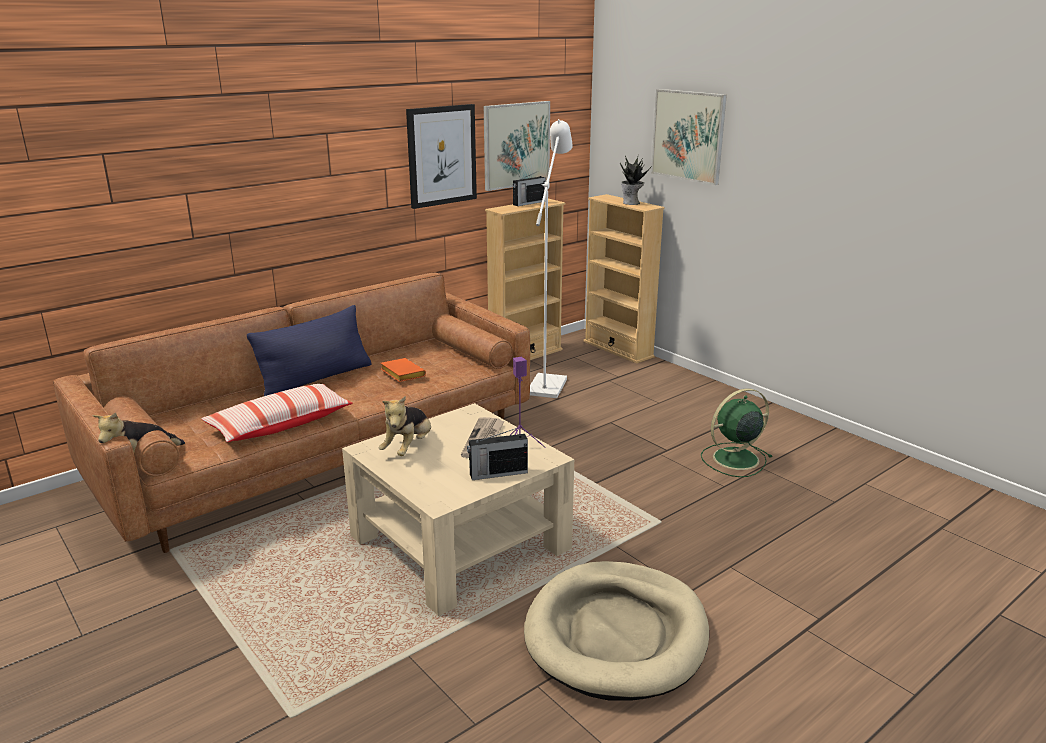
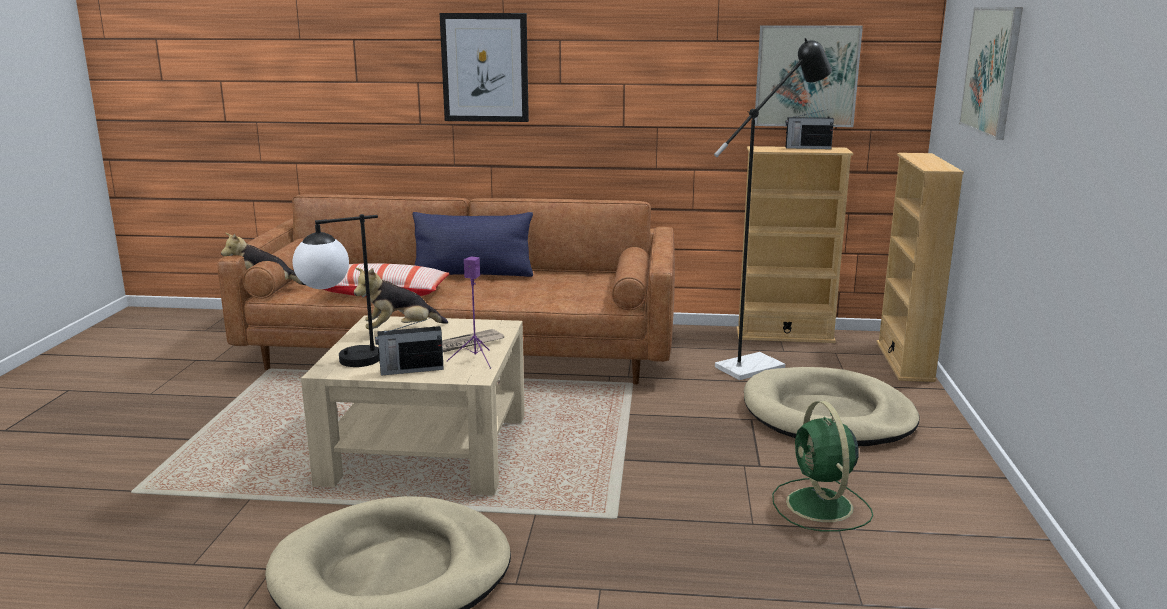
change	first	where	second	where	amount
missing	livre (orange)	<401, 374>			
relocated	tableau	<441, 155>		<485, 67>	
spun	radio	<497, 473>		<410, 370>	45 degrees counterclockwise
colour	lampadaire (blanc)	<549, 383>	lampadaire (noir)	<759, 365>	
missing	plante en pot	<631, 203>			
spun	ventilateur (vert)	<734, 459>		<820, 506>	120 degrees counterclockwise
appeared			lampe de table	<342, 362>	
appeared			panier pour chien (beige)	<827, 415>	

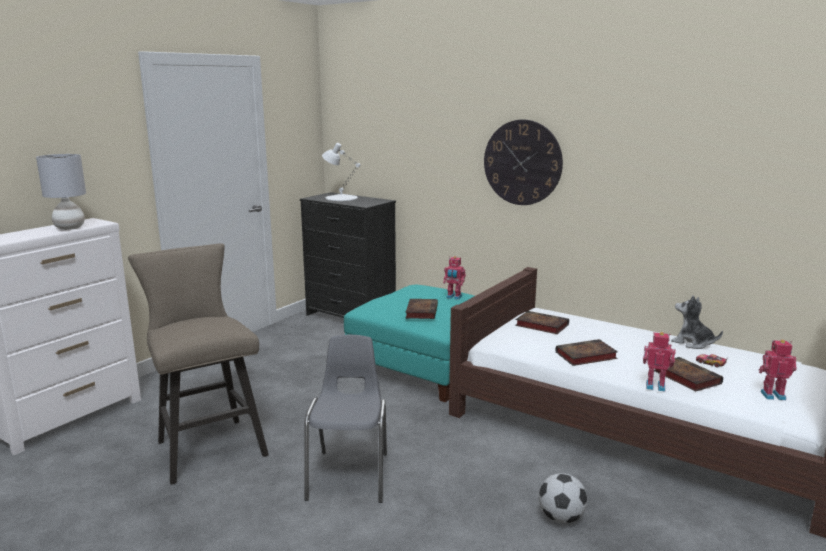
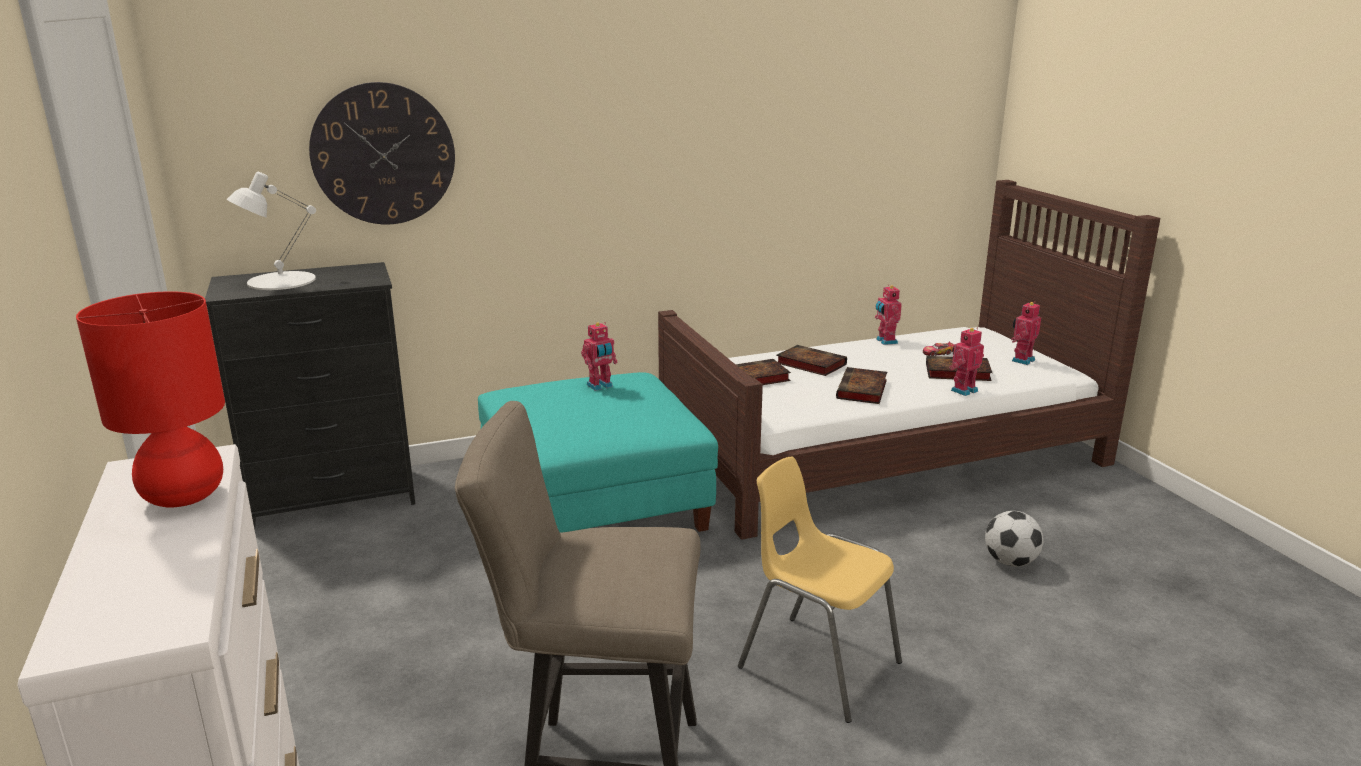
change	first	where	second	where	amount
colour	lampe de table (gris)	<69, 228>	lampe de table (rouge)	<182, 496>	
colour	chaise (gris)	<350, 475>	chaise (jaune)	<817, 664>	
relocated	livre	<421, 311>		<809, 364>	
relocated	horloge murale	<522, 162>		<383, 154>	
exchanged	peluche	<692, 343>	robot jouet	<885, 341>	

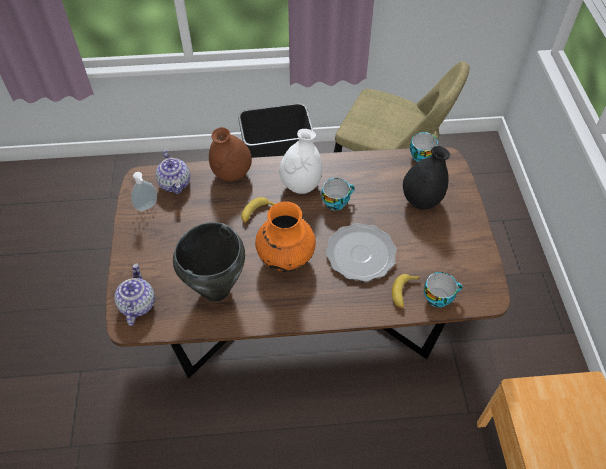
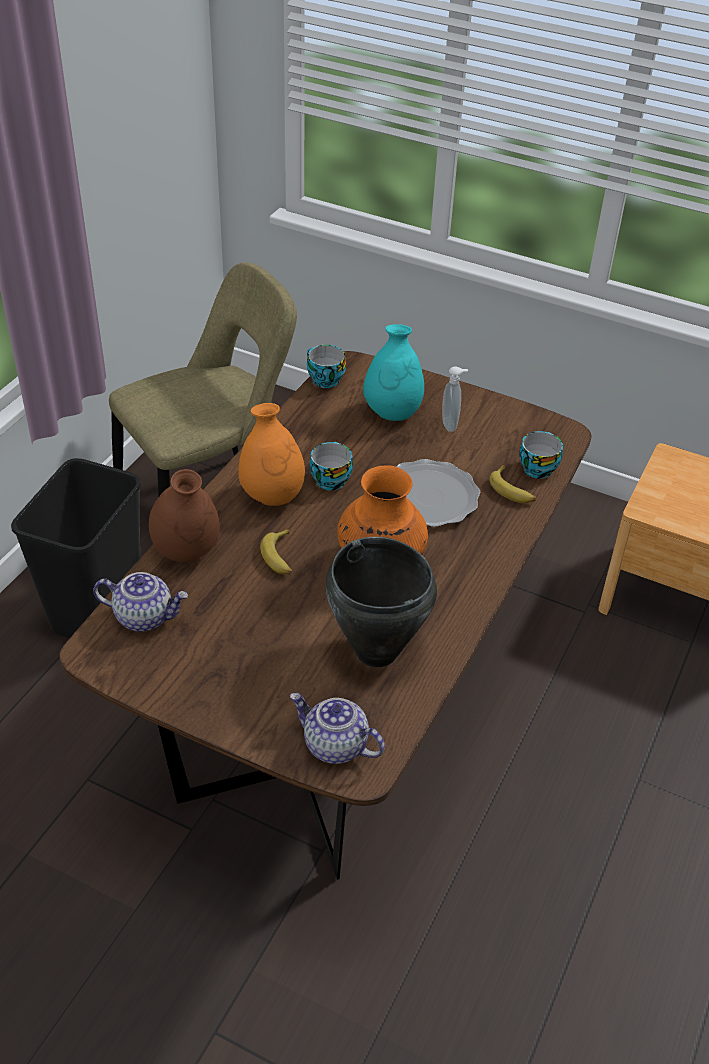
change	first	where	second	where	amount
relocated	distributeur de savon	<147, 207>		<451, 424>	
colour	vase (blanc)	<301, 185>	vase (orange)	<272, 496>	
colour	vase (noir)	<421, 200>	vase (turquoise)	<392, 413>	

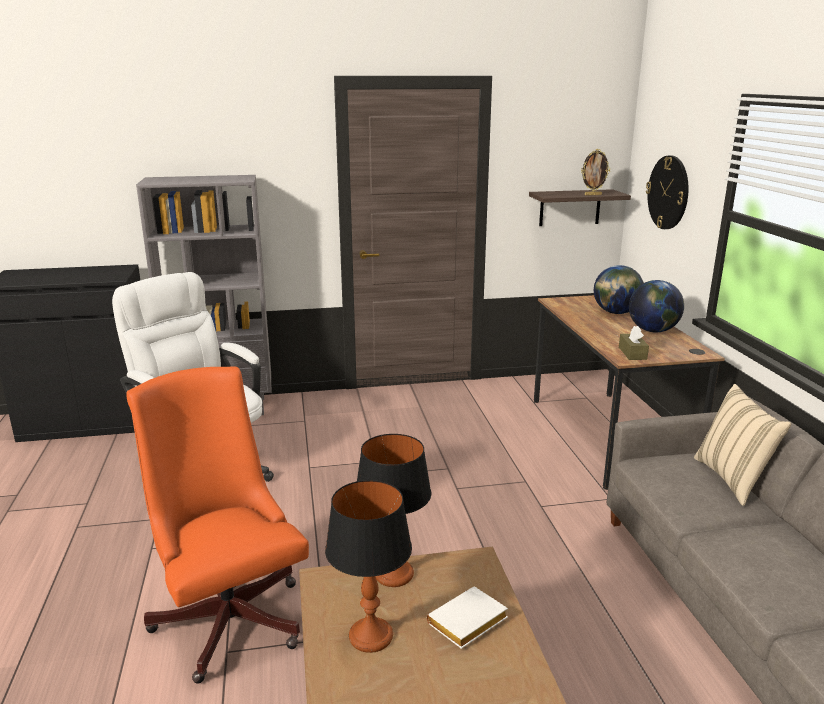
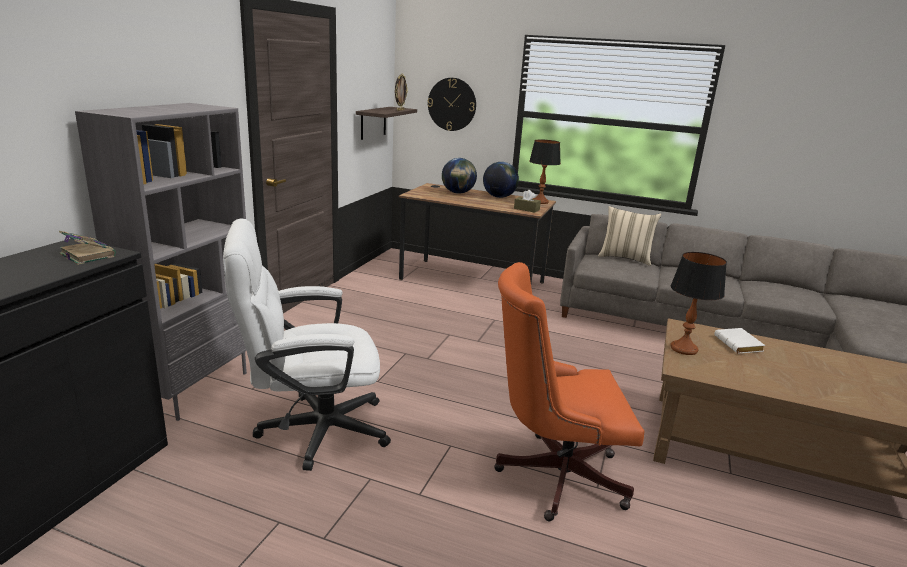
change	first	where	second	where	amount
relocated	lampe de table	<370, 636>		<540, 202>	
appeared			livre	<87, 255>	

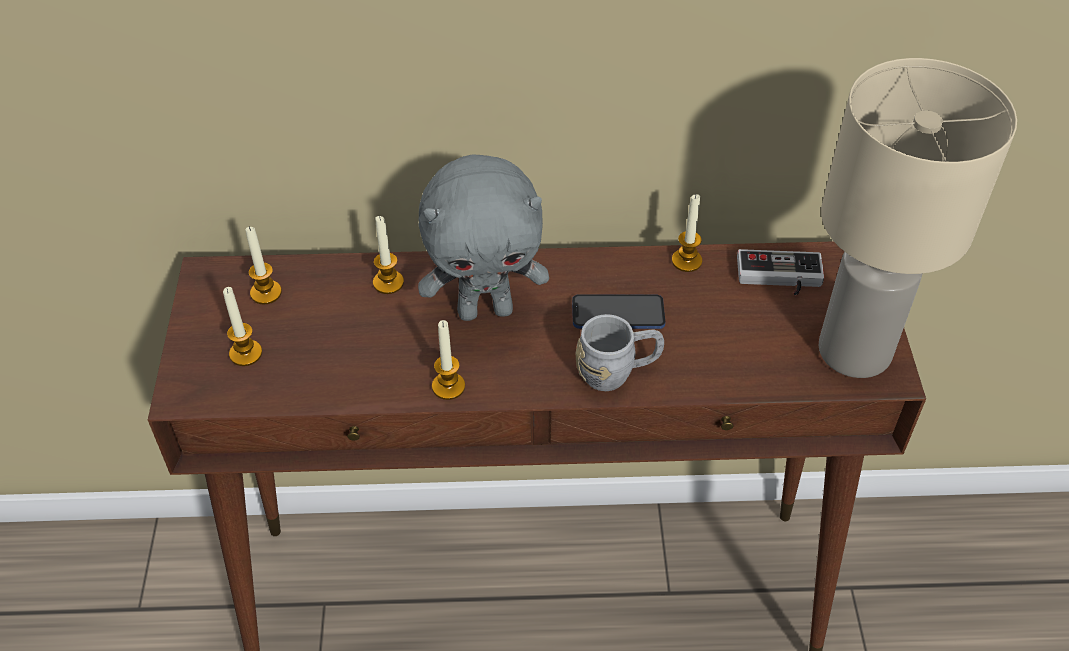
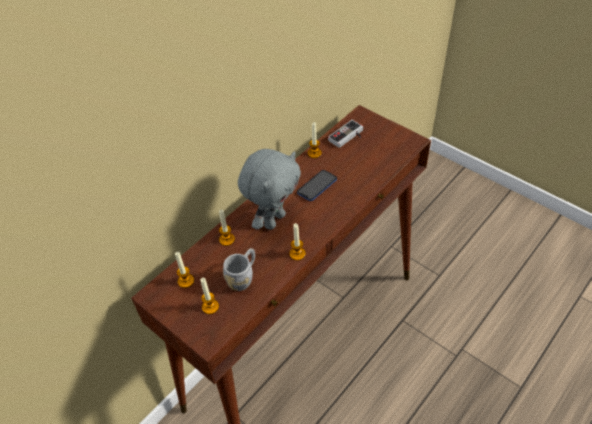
change	first	where	second	where	amount
relocated	mug (gris)	<618, 372>		<243, 277>	
missing	lampe de table (beige)	<853, 352>			

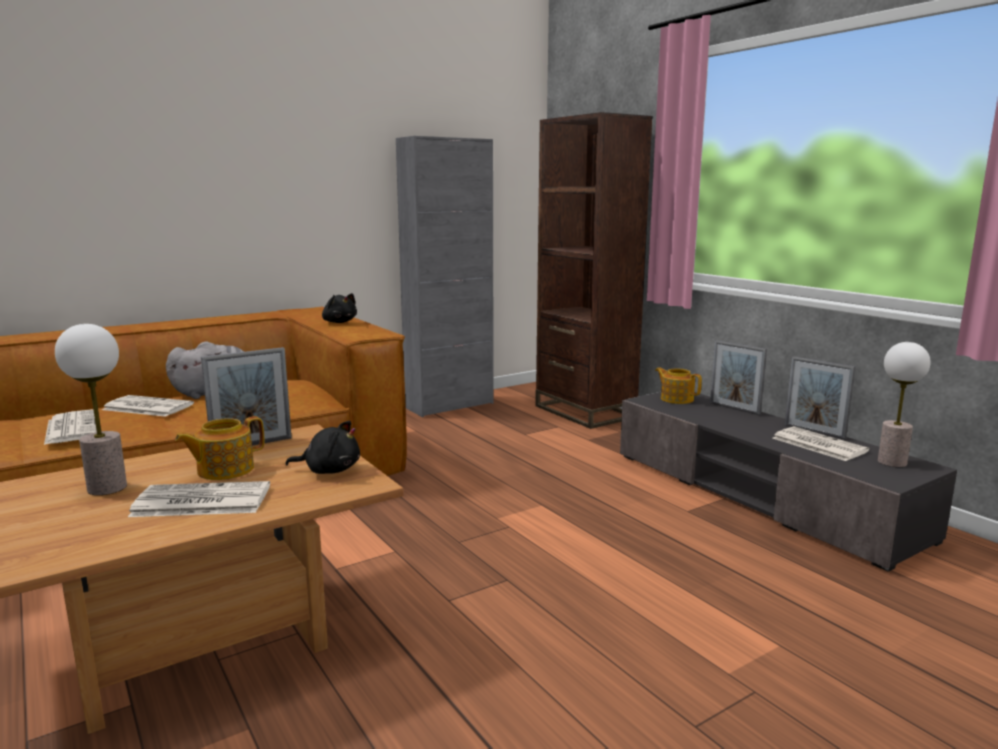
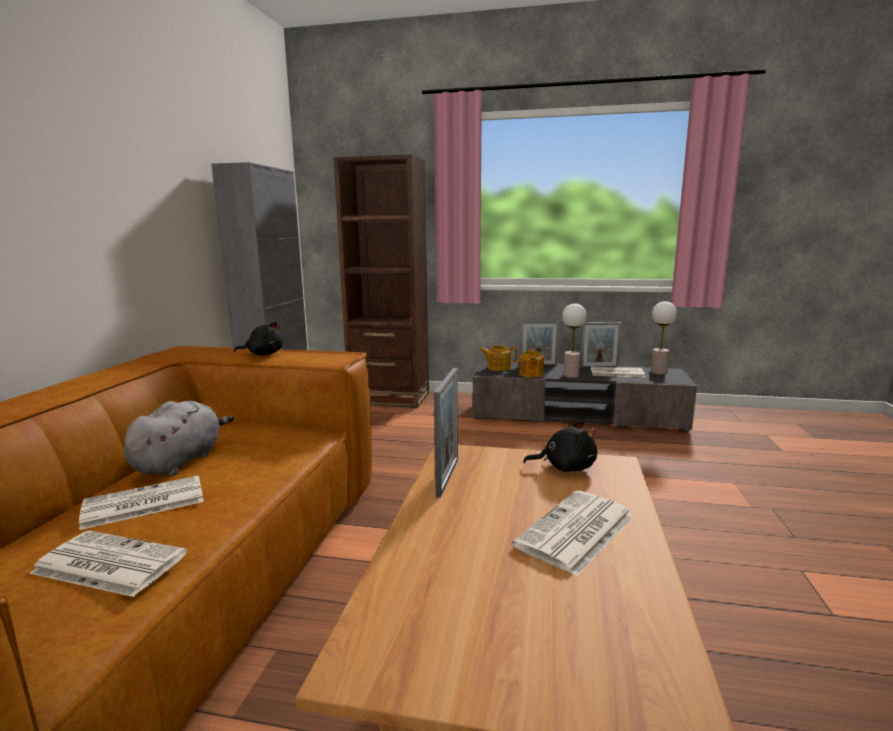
change	first	where	second	where	amount
relocated	lampe de table	<106, 488>		<571, 375>	
relocated	théière	<224, 470>		<530, 374>	
spun	peluche (noir)	<329, 470>		<565, 467>	45 degrees clockwise

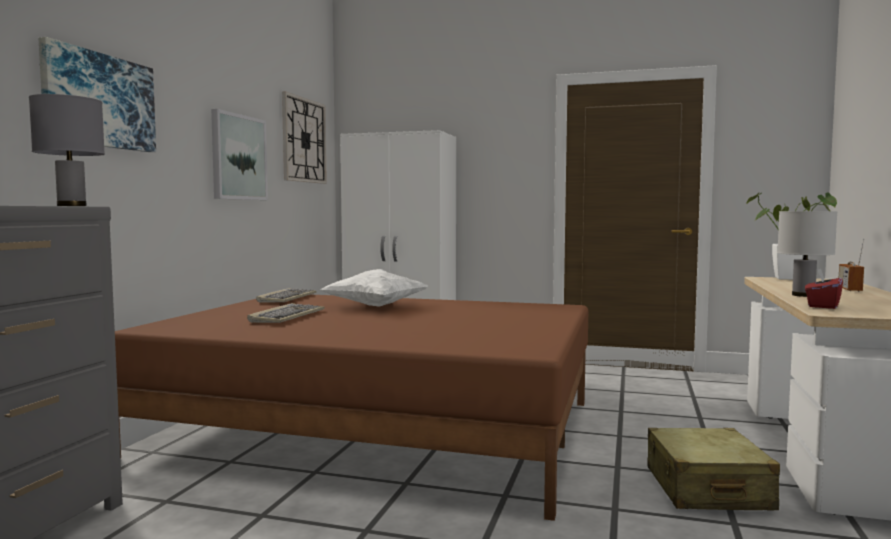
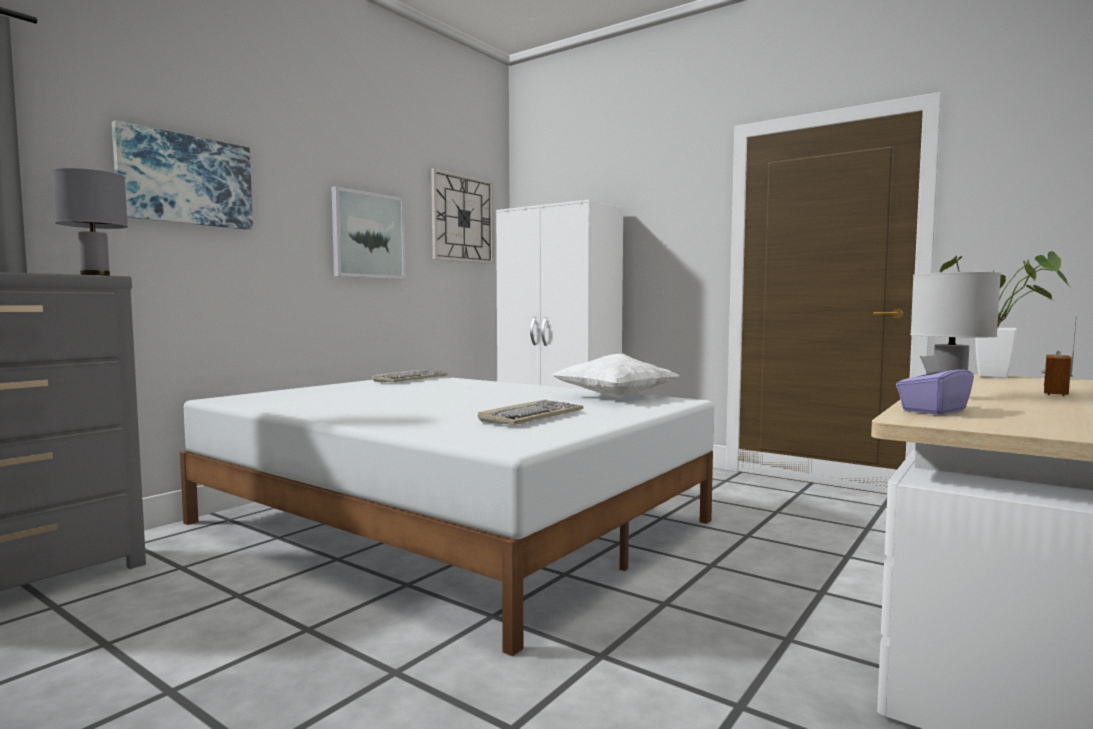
change	first	where	second	where	amount
colour	lit (marron)	<377, 428>	lit (blanc)	<449, 521>	
relocated	clavier	<287, 317>		<531, 417>	
relocated	coussin (blanc)	<375, 306>		<614, 397>	
missing	valise (beige)	<706, 489>			
colour	boîte à mouchoirs (rouge)	<822, 306>	boîte à mouchoirs (violet)	<932, 410>	

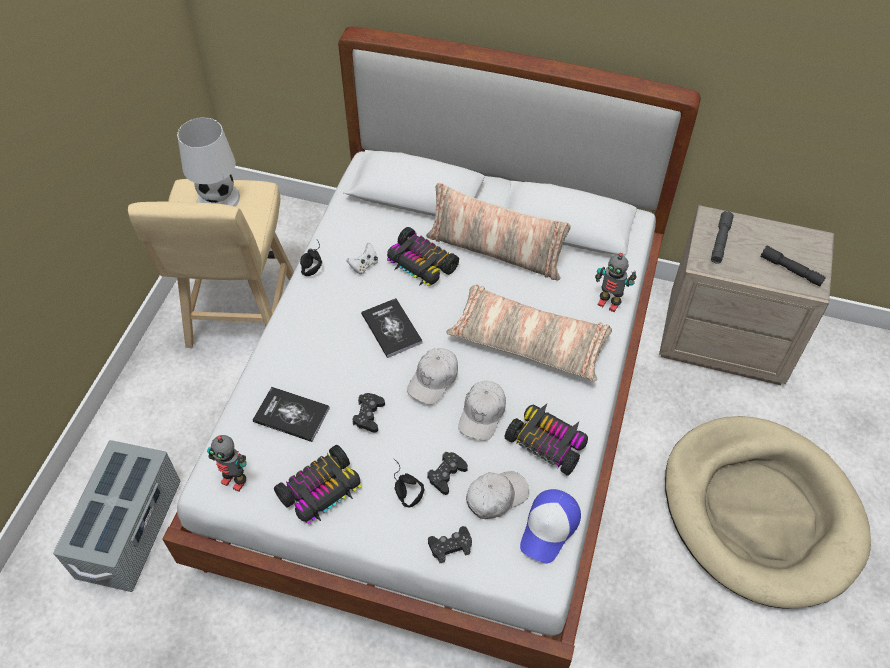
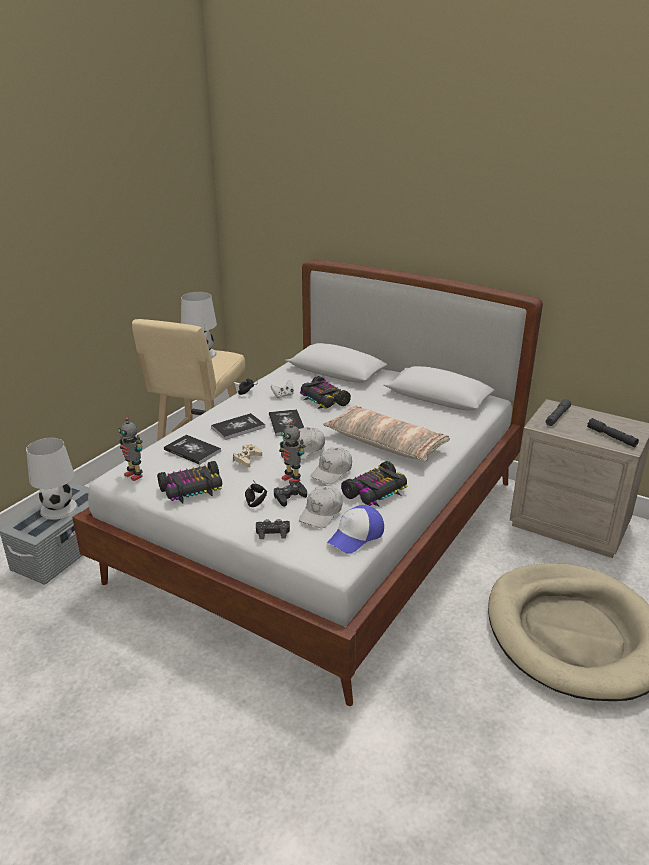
change	first	where	second	where	amount
colour	manette (noir)	<369, 415>	manette (beige)	<247, 459>	
missing	coussin	<495, 251>			
spun	casquette (blanc)	<496, 496>		<321, 513>	135 degrees clockwise
spun	petite voiture	<547, 442>		<376, 492>	90 degrees clockwise
relocated	robot jouet	<609, 303>		<292, 479>	
appeared			lampe de table (blanc)	<58, 509>	
appeared			livre	<238, 427>	

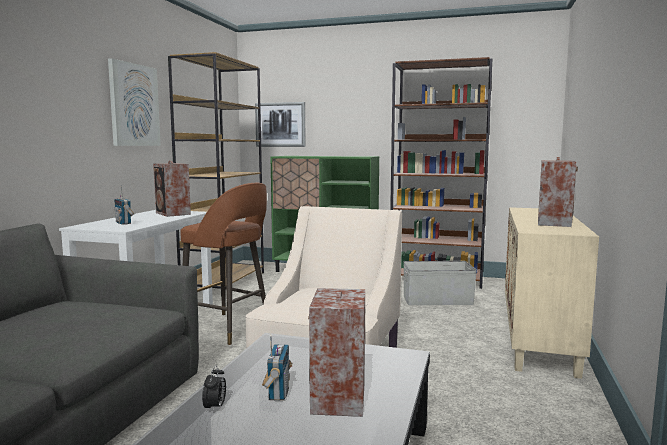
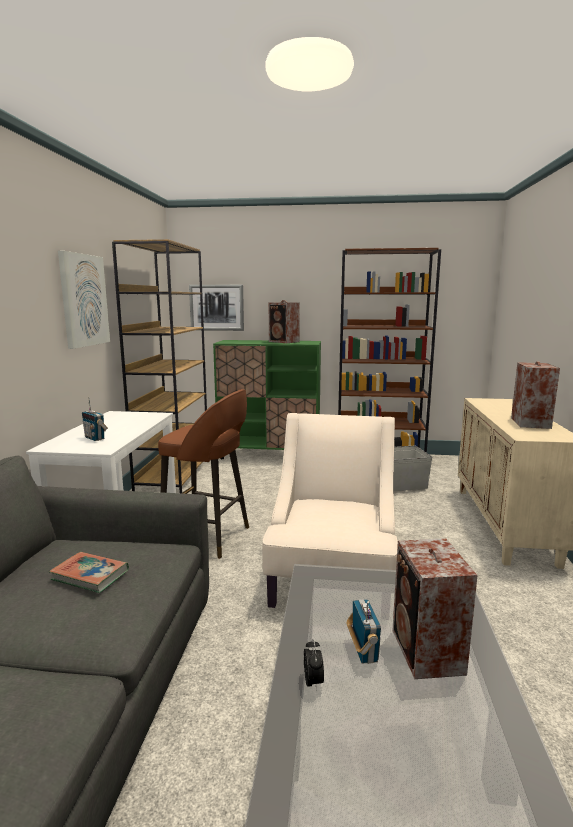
change	first	where	second	where	amount
relocated	enceinte	<173, 214>		<284, 342>	
appeared			livre	<90, 575>	

